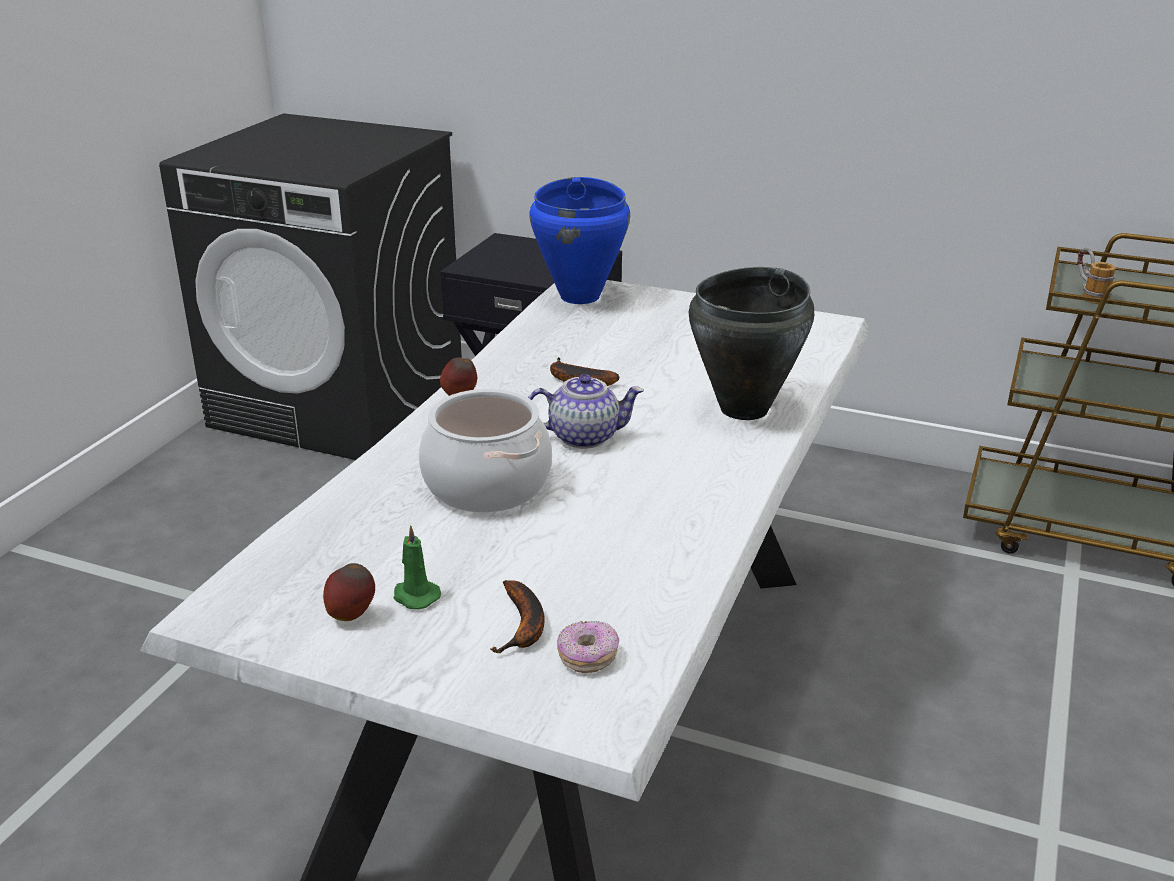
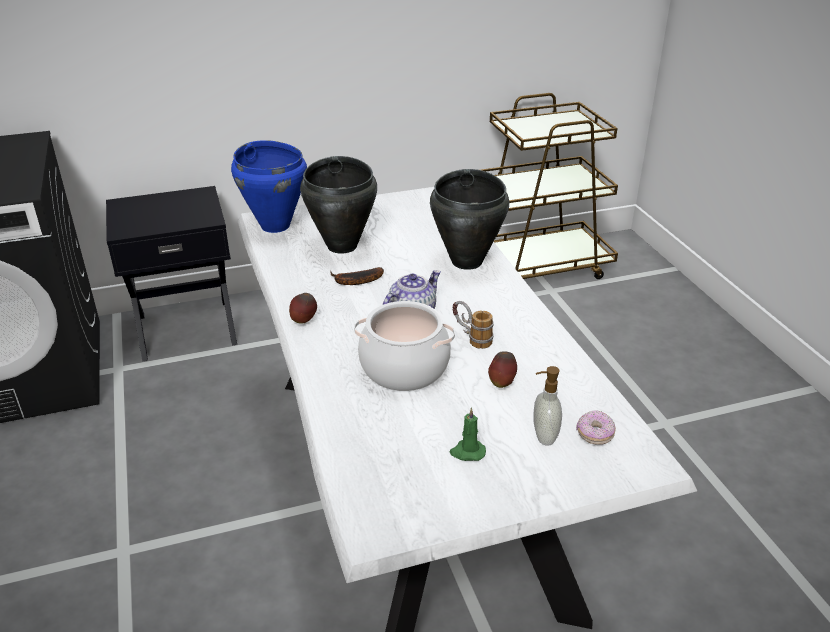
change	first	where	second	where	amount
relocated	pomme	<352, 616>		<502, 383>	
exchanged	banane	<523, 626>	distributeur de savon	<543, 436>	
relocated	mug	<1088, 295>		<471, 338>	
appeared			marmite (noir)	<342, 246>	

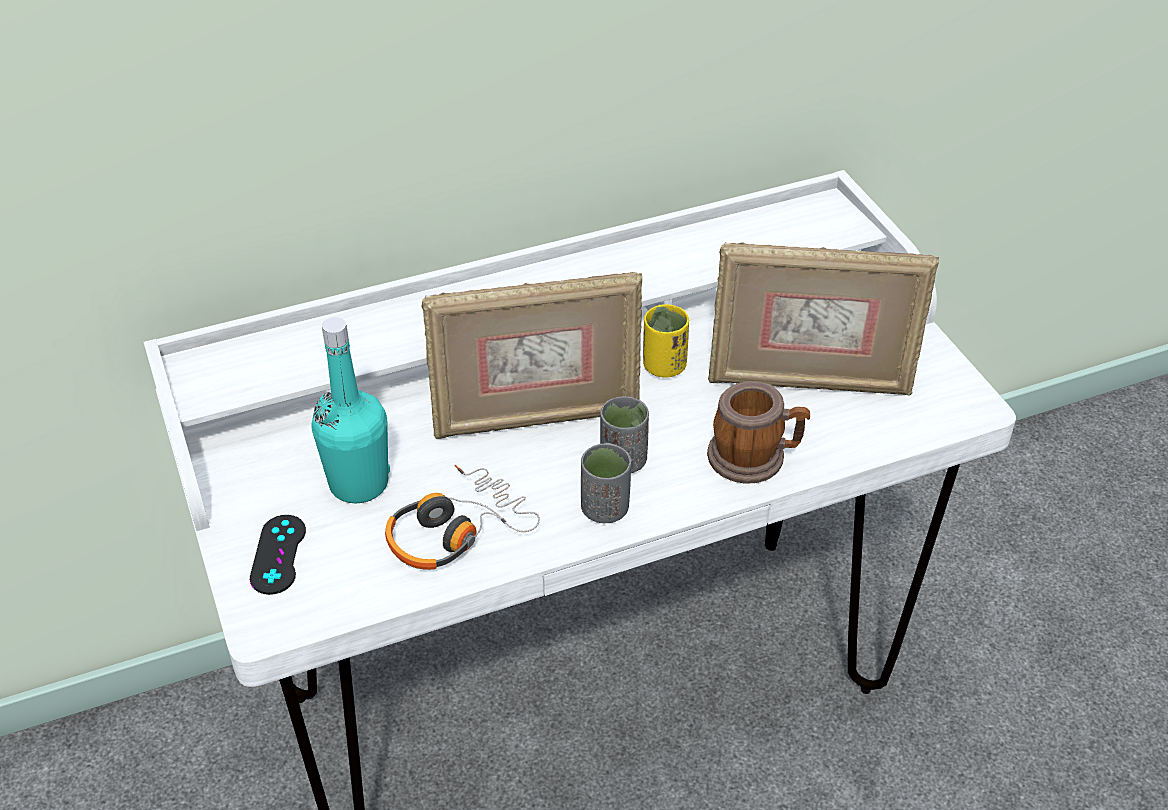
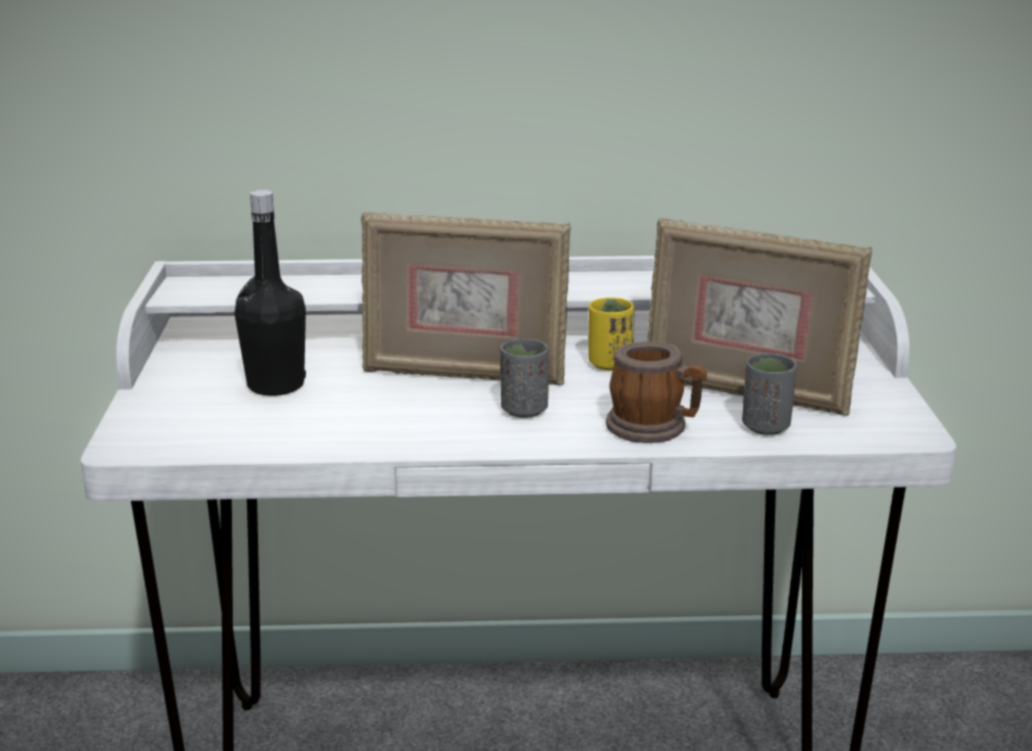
change	first	where	second	where	amount
missing	manette (noir)	<278, 554>			
colour	bouteille (turquoise)	<359, 483>	bouteille (noir)	<276, 385>	
missing	casque audio	<456, 531>			
relocated	tasse (gris)	<605, 509>		<766, 427>	

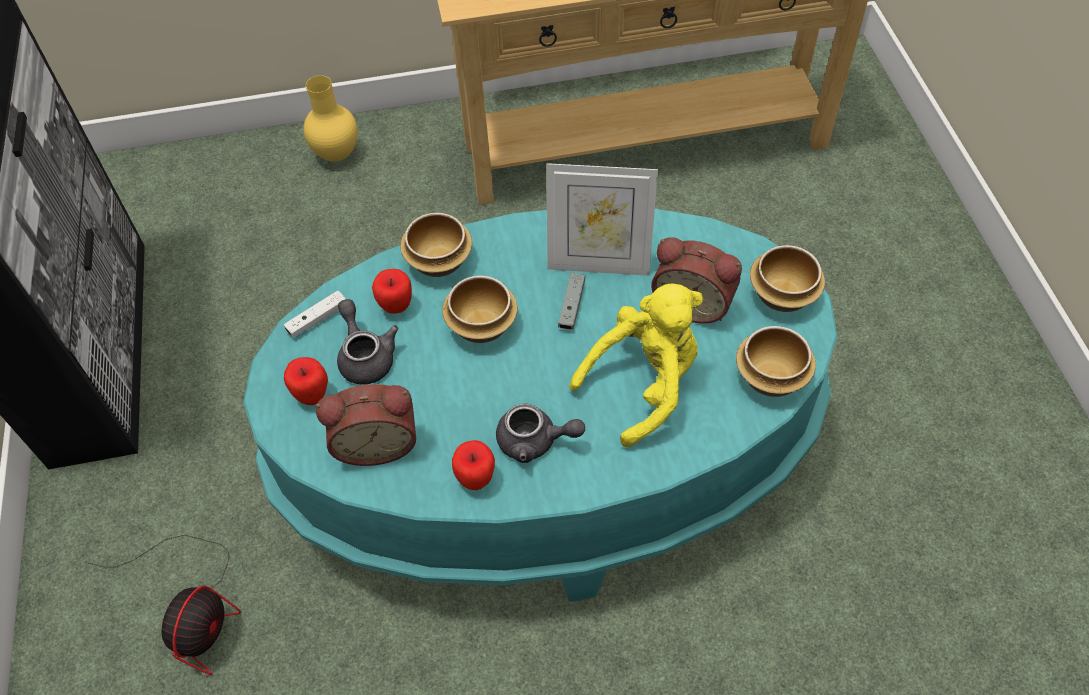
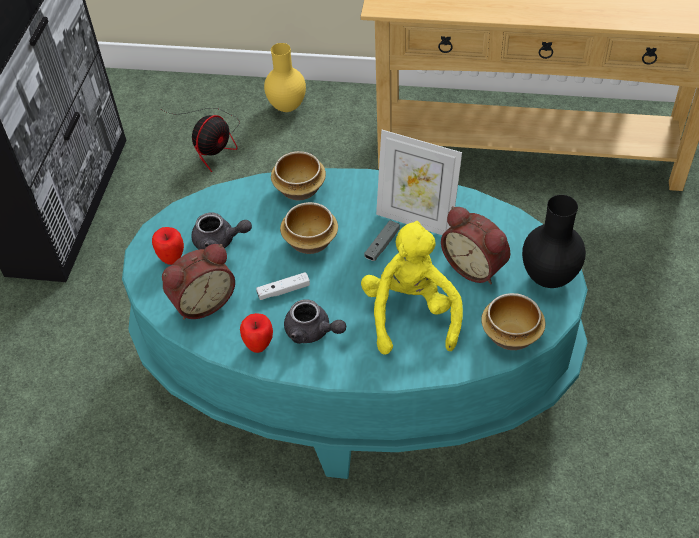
change	first	where	second	where	amount
relocated	ventilateur	<195, 609>		<212, 142>	
relocated	manette (blanc)	<317, 319>		<283, 290>	
spun	réveil	<377, 442>		<202, 301>	45 degrees counterclockwise
spun	théière (gris)	<365, 356>		<220, 241>	105 degrees clockwise
missing	pomme	<396, 307>			
spun	peluche (jaune)	<644, 384>		<411, 314>	75 degrees counterclockwise
exchanged	bol	<782, 294>	vase (noir)	<548, 277>	

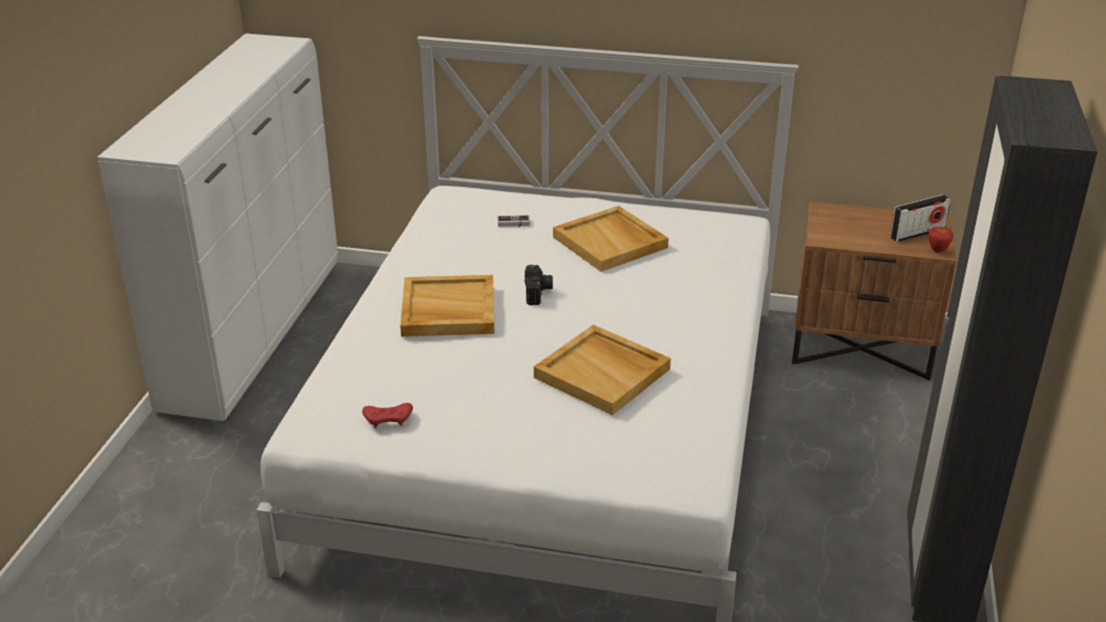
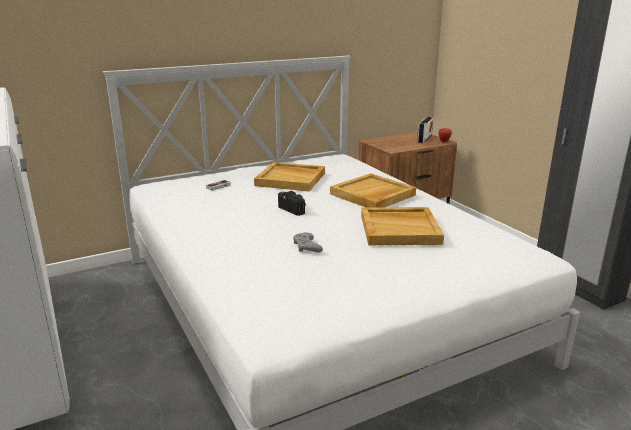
change	first	where	second	where	amount
missing	manette (rouge)	<388, 418>			
relocated	plateau (beige)	<447, 310>		<372, 195>	
appeared			manette (gris)	<307, 246>	

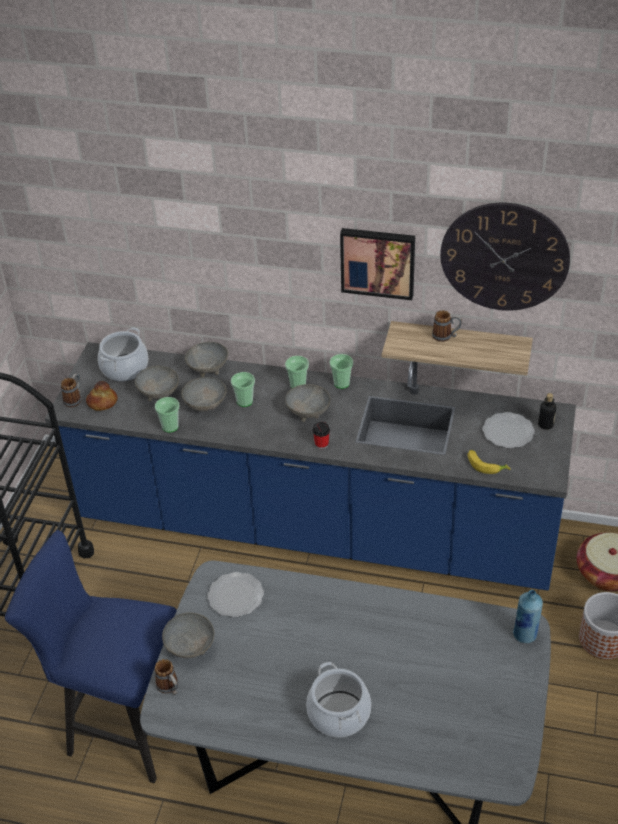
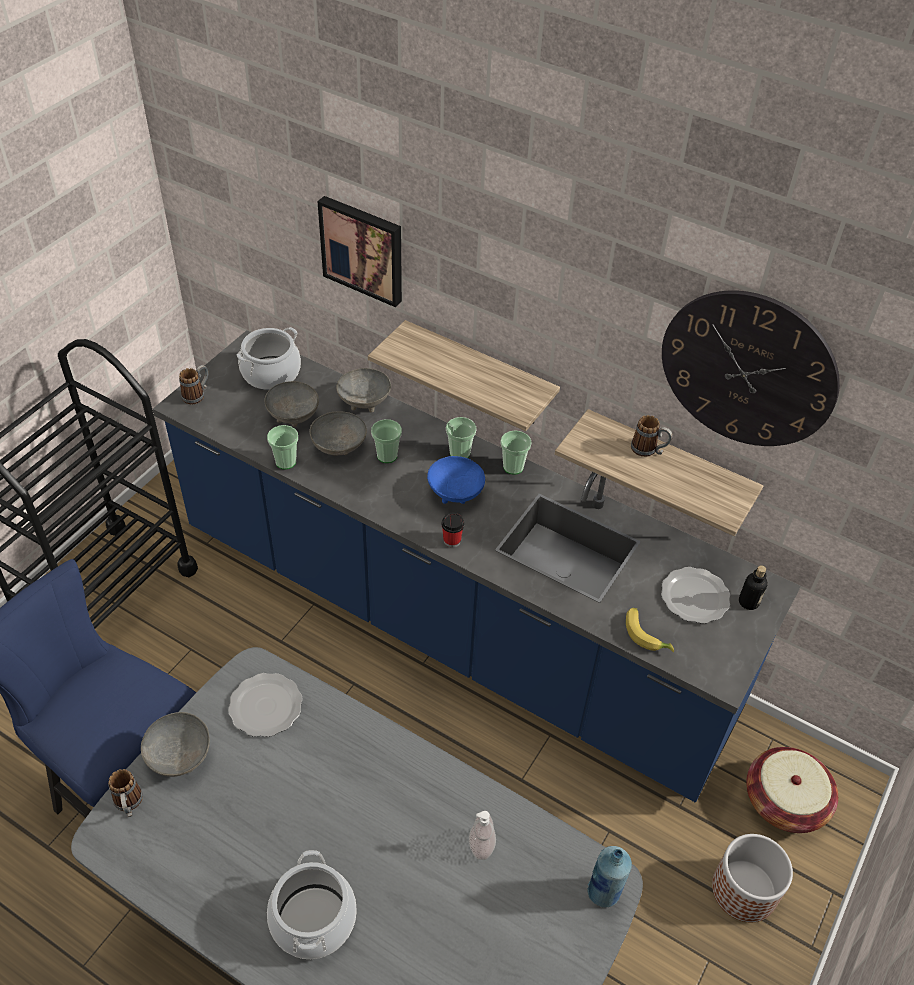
change	first	where	second	where	amount
missing	pain	<102, 402>			
colour	bol (gris)	<309, 413>	bol (bleu)	<456, 494>	
relocated	tableau	<378, 262>		<363, 249>	
appeared			étagère	<479, 375>	
appeared			distributeur de savon	<481, 845>	

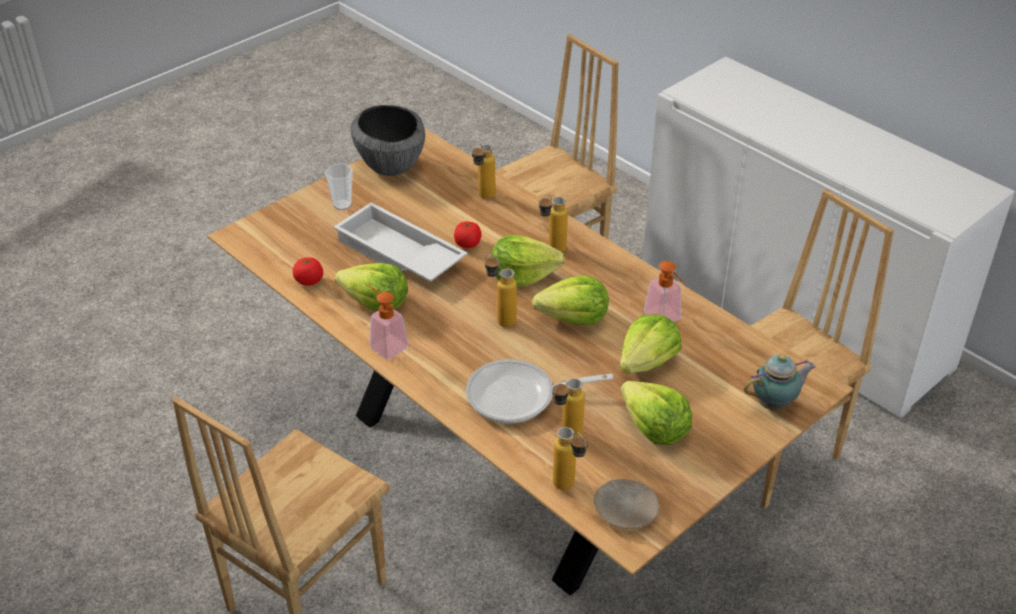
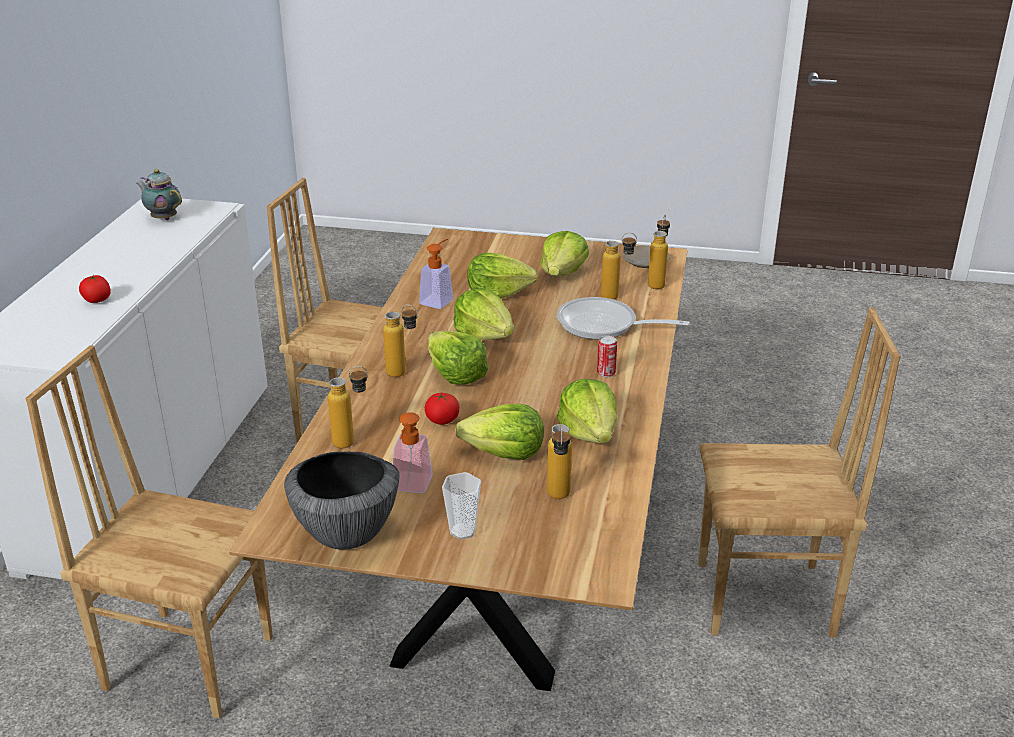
change	first	where	second	where	amount
relocated	tomate	<309, 281>		<97, 300>	
exchanged	plateau (blanc)	<398, 254>	laitue	<505, 453>	
relocated	distributeur de savon	<384, 344>		<410, 487>	
spun	poêle	<519, 397>		<604, 325>	150 degrees clockwise
relocated	bouteille	<500, 318>		<558, 499>	
relocated	théière	<775, 404>		<163, 218>	
appeared			boîte métallique	<606, 373>	

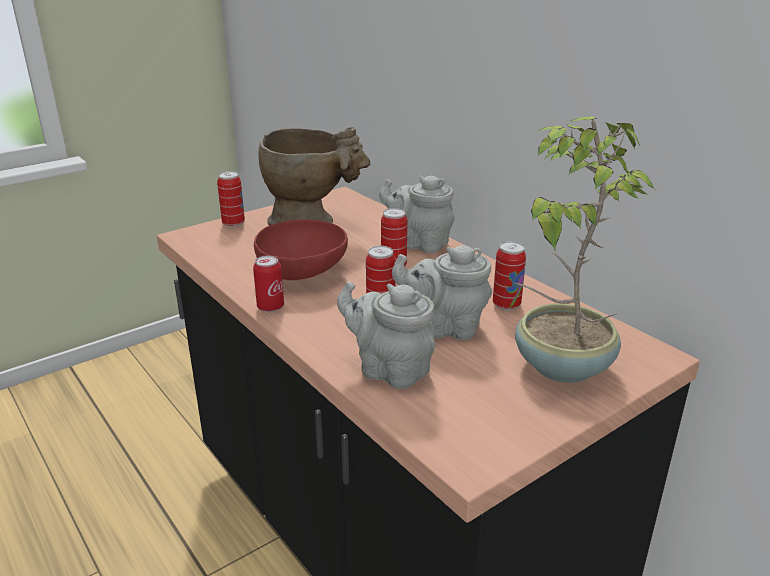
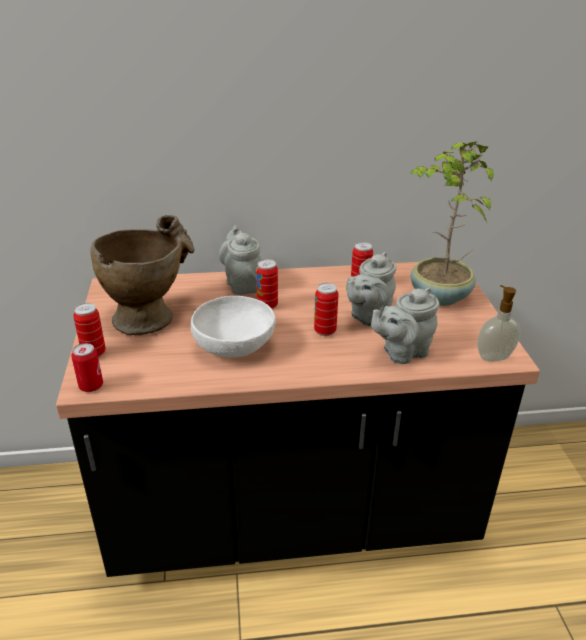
change	first	where	second	where	amount
relocated	boîte métallique	<270, 307>		<91, 386>	
colour	bol (rouge)	<303, 273>	bol (blanc)	<235, 345>	
spun	théière (gris)	<419, 243>		<242, 284>	105 degrees clockwise
appeared			distributeur de savon	<493, 356>	

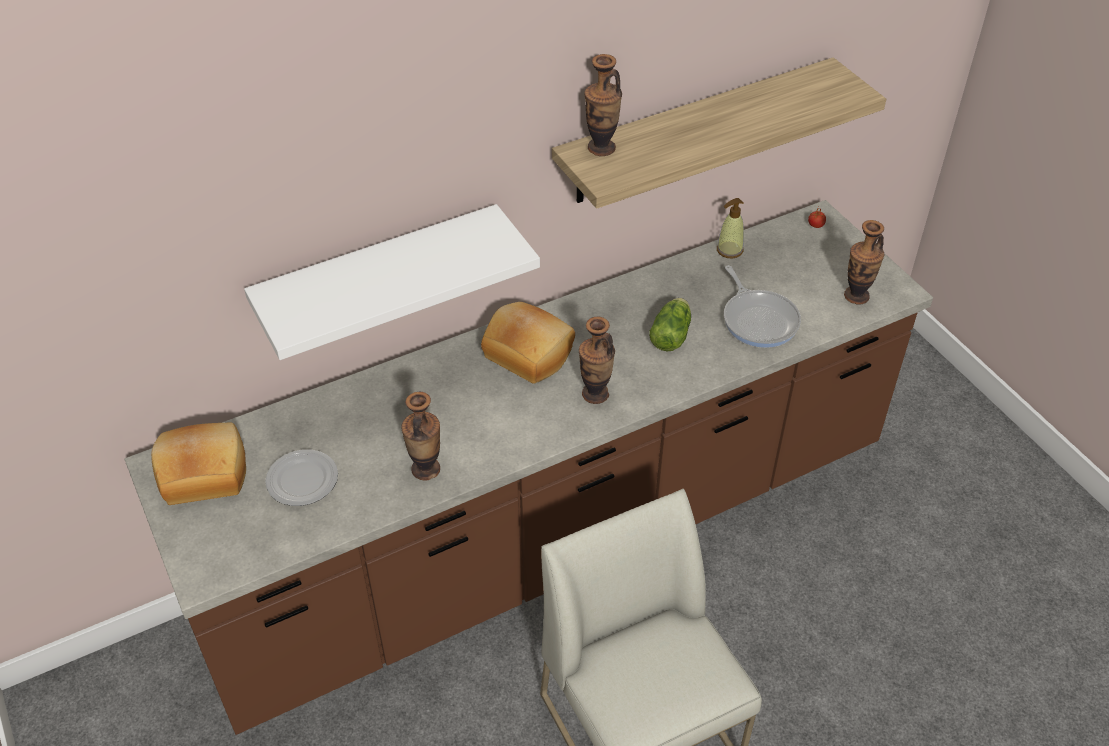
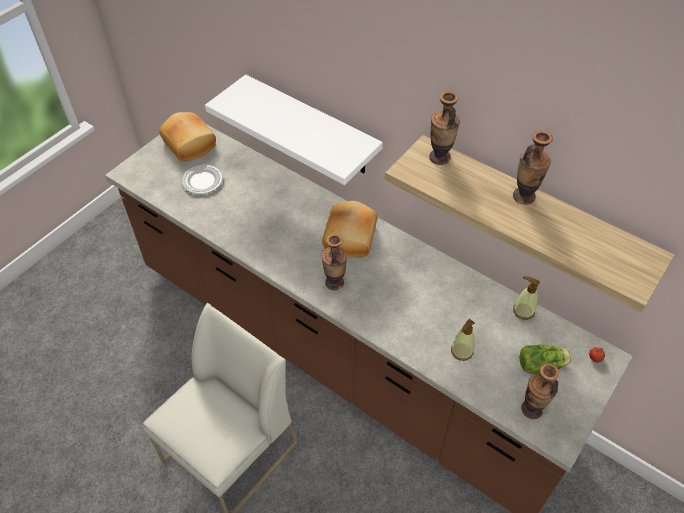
change	first	where	second	where	amount
relocated	vase	<426, 469>		<524, 196>	
relocated	laitue	<671, 334>		<543, 365>	
exchanged	poêle	<758, 319>	distributeur de savon	<461, 351>	

